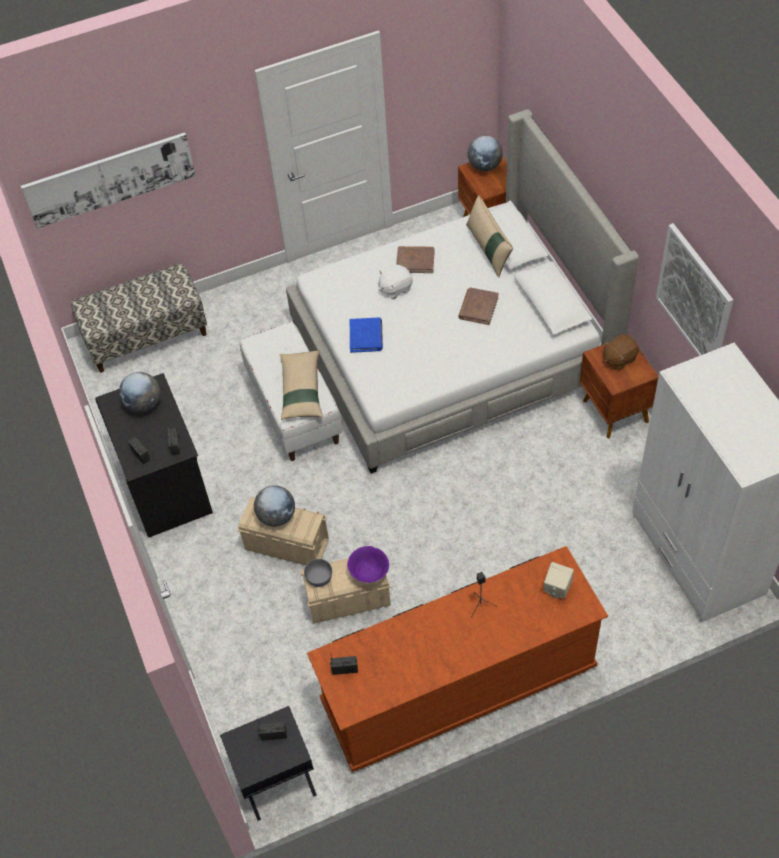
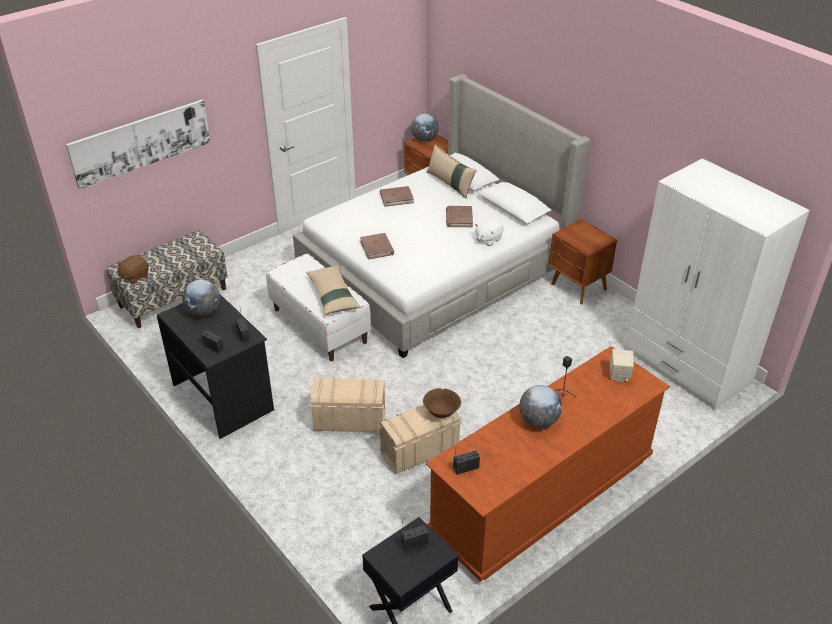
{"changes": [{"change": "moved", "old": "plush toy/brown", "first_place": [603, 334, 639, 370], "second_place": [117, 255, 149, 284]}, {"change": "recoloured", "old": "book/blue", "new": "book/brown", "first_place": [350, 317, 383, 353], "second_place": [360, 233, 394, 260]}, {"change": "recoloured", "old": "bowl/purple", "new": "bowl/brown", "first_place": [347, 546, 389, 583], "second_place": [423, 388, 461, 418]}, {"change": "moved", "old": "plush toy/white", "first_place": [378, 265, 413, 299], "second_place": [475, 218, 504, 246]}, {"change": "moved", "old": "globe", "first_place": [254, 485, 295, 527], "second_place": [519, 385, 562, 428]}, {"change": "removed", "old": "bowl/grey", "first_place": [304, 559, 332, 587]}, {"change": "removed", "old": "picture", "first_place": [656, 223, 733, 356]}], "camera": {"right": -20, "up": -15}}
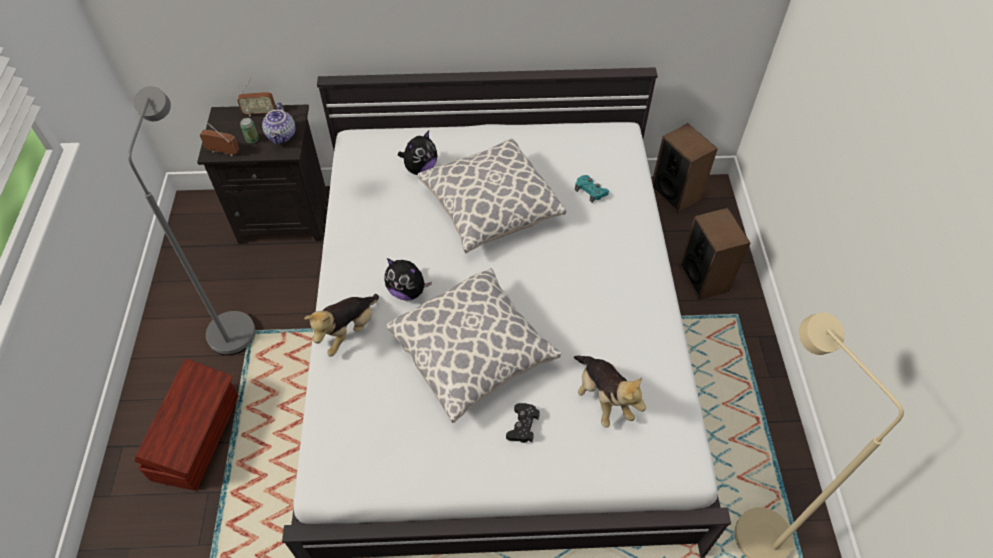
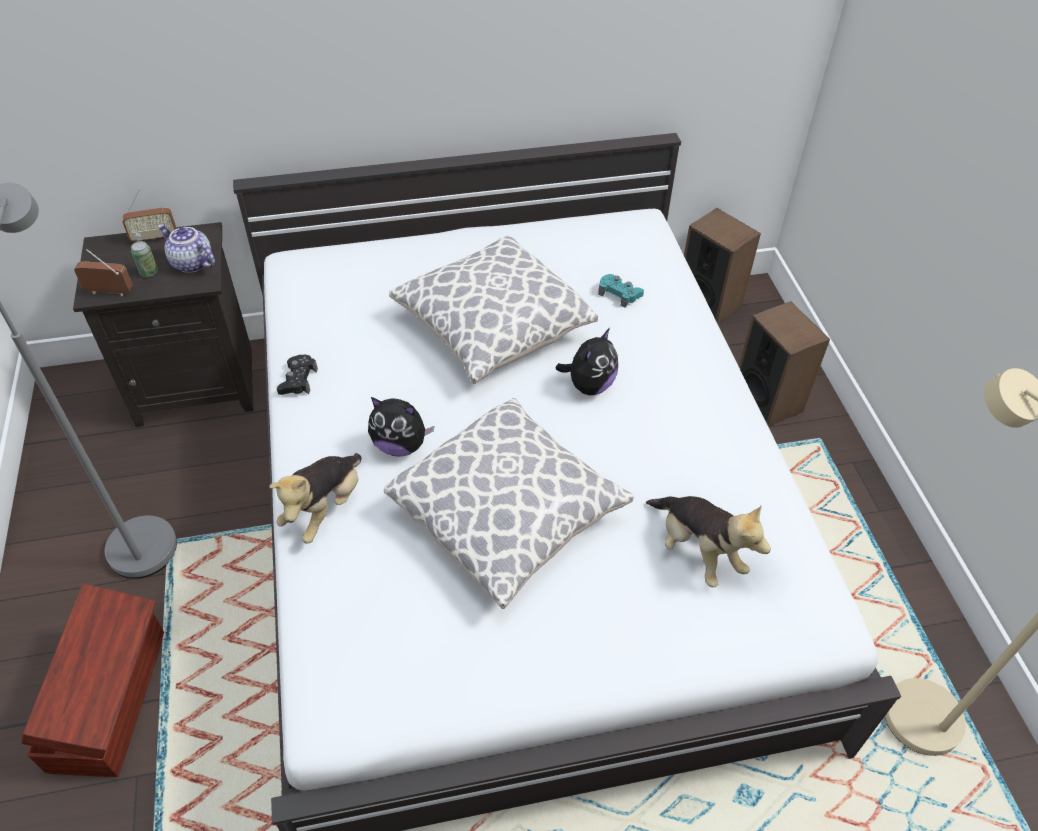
{"changes": [{"change": "turned", "old": "teapot", "first_place": [262, 102, 296, 144], "second_place": [158, 224, 215, 273], "degrees": 135}, {"change": "moved", "old": "game controller/black", "first_place": [506, 403, 540, 443], "second_place": [277, 355, 318, 395]}, {"change": "moved", "old": "plush toy", "first_place": [398, 131, 437, 175], "second_place": [556, 328, 618, 395]}], "camera": {"right": -10, "up": -5}}
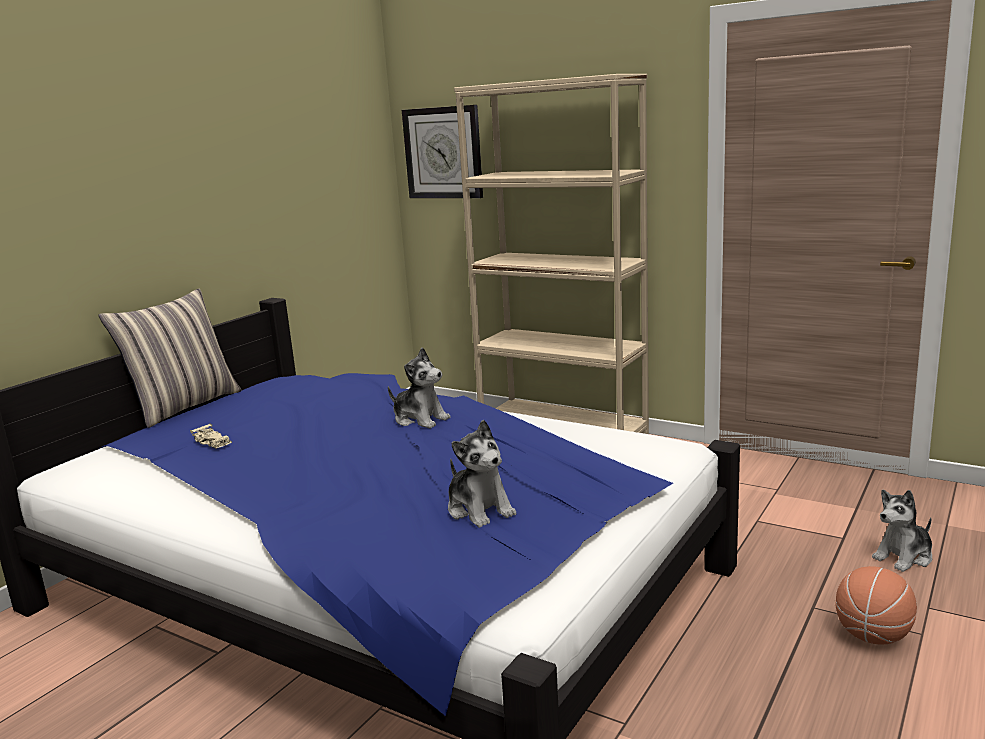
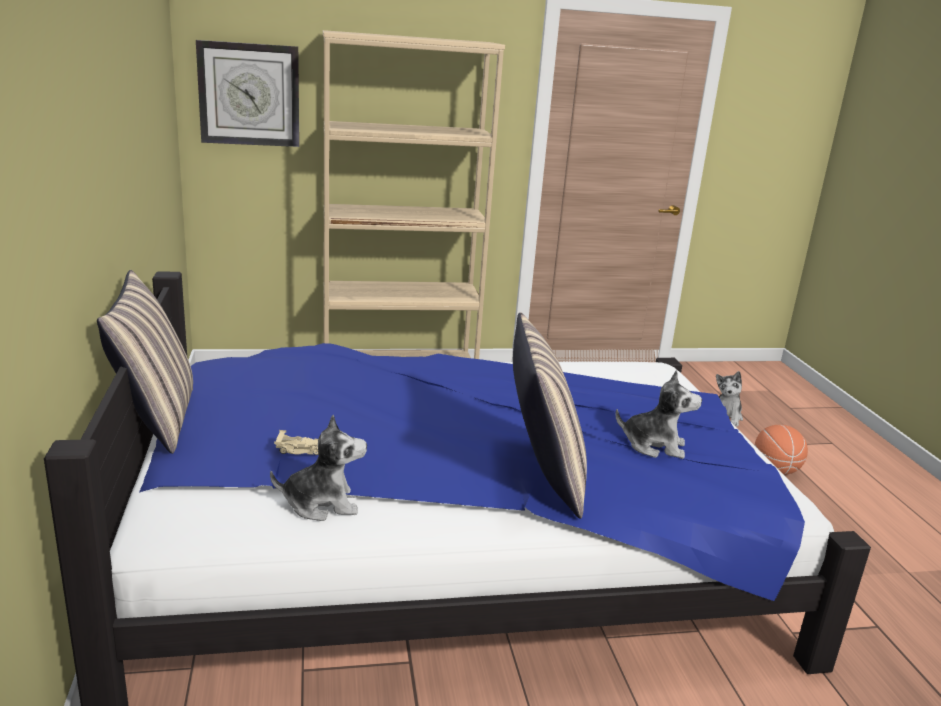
{"changes": [{"change": "moved", "old": "plush toy", "first_place": [388, 347, 450, 429], "second_place": [270, 415, 367, 521]}, {"change": "added", "new": "pillow", "second_place": [513, 312, 587, 519]}], "camera": {"right": -45, "up": 5}}
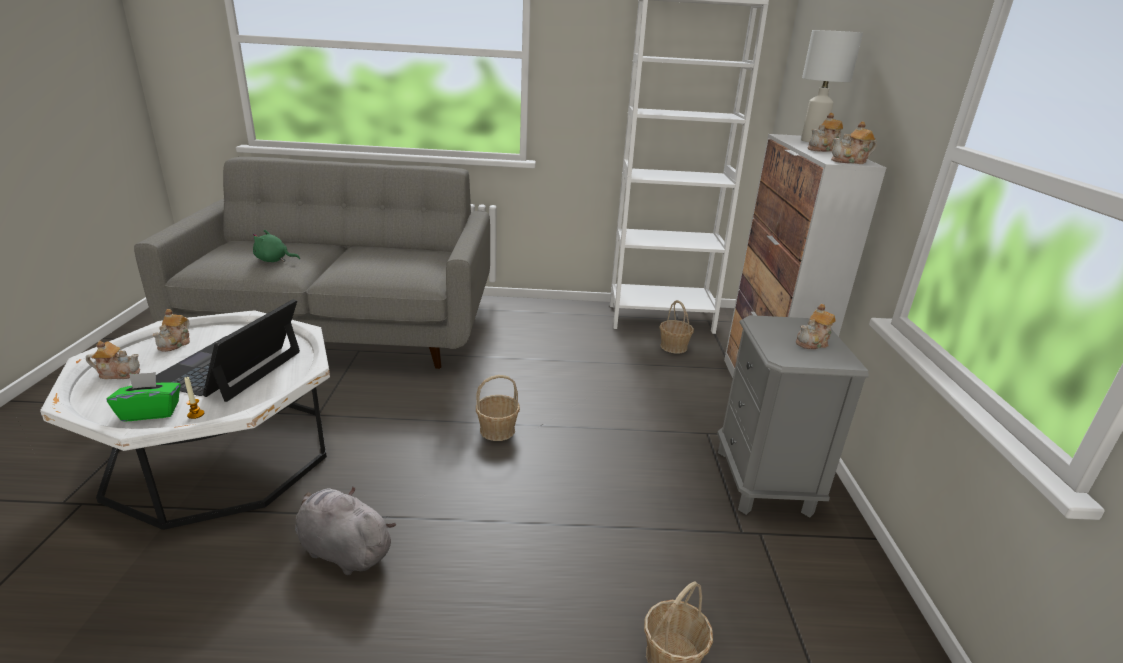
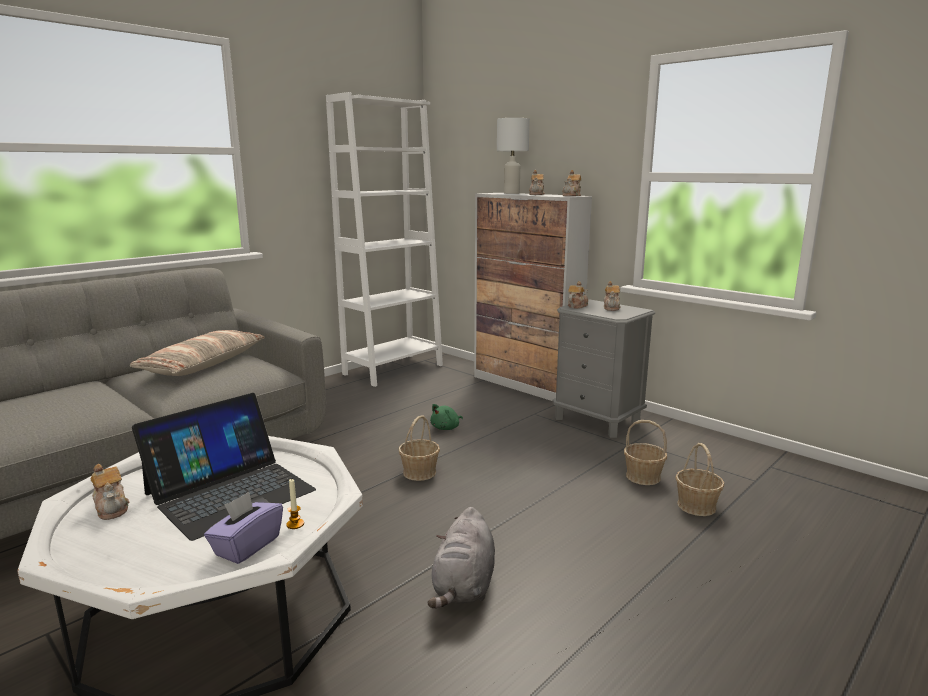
{"changes": [{"change": "added", "new": "pillow", "second_place": [130, 330, 265, 376]}, {"change": "turned", "old": "laptop", "first_place": [156, 299, 300, 402], "second_place": [132, 393, 316, 541], "degrees": -105}, {"change": "recoloured", "old": "tissue box/green", "new": "tissue box/purple", "first_place": [106, 372, 181, 421], "second_place": [204, 492, 283, 564]}, {"change": "turned", "old": "plush toy/grey", "first_place": [295, 486, 396, 575], "second_place": [427, 507, 495, 609], "degrees": -60}, {"change": "moved", "old": "plush toy/green", "first_place": [253, 230, 300, 262], "second_place": [430, 404, 463, 430]}, {"change": "moved", "old": "teapot", "first_place": [86, 341, 140, 379], "second_place": [568, 281, 588, 309]}, {"change": "moved", "old": "basket", "first_place": [660, 300, 694, 353], "second_place": [624, 420, 667, 485]}], "camera": {"right": -45, "up": -10}}
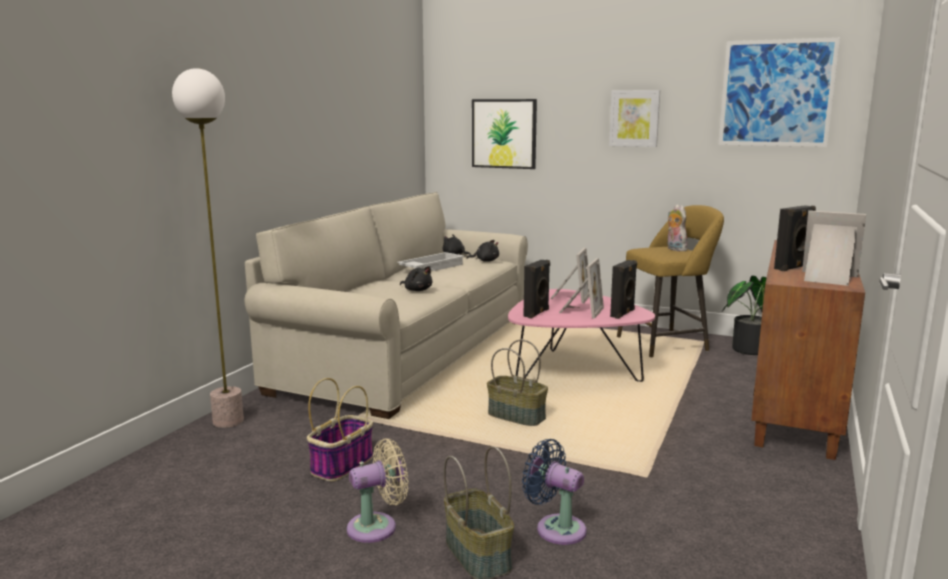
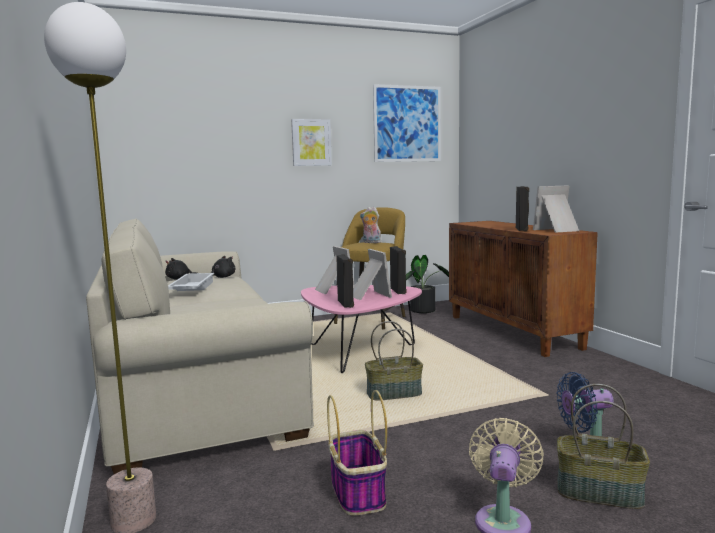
{"changes": [{"change": "removed", "old": "plush toy/black", "first_place": [400, 266, 433, 291]}, {"change": "removed", "old": "picture", "first_place": [472, 99, 537, 169]}], "camera": {"right": -45, "up": -5}}
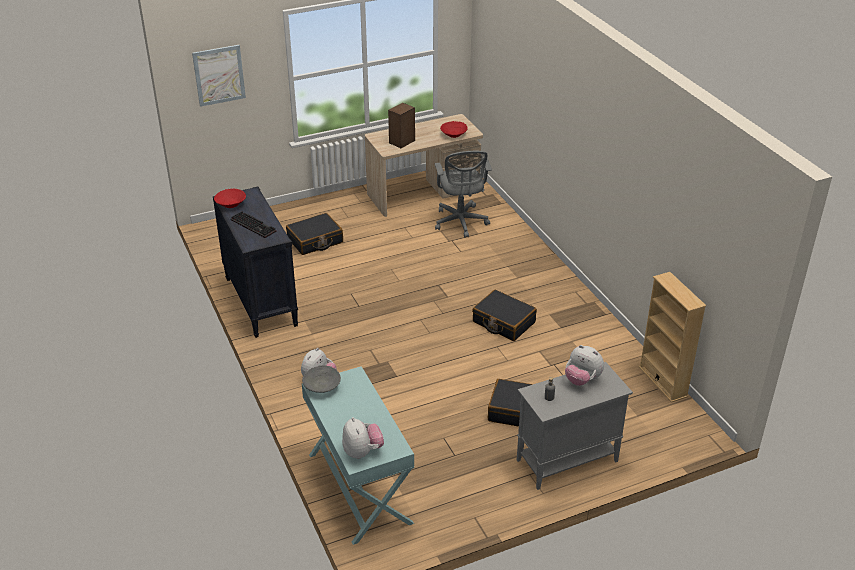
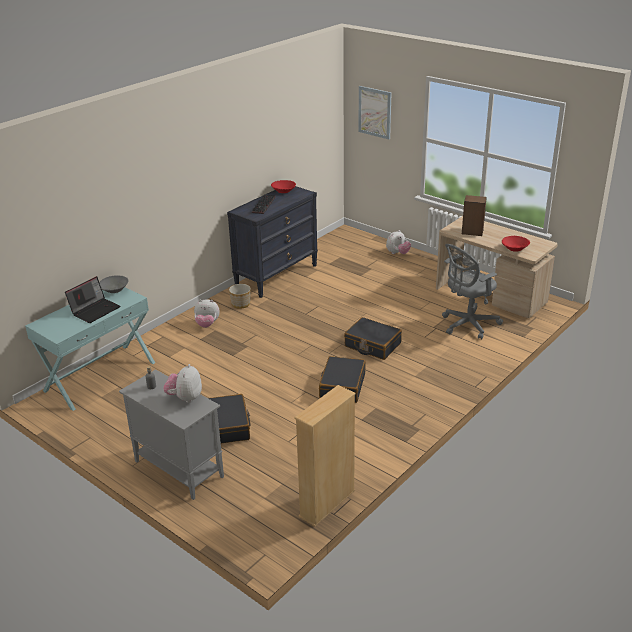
{"changes": [{"change": "added", "new": "laptop", "second_place": [65, 276, 120, 323]}, {"change": "added", "new": "planter", "second_place": [229, 284, 251, 309]}, {"change": "moved", "old": "suitcase/black", "first_place": [286, 213, 343, 255], "second_place": [344, 317, 402, 360]}, {"change": "moved", "old": "plush toy", "first_place": [342, 417, 384, 459], "second_place": [386, 230, 411, 254]}], "camera": {"right": 65, "up": -5}}
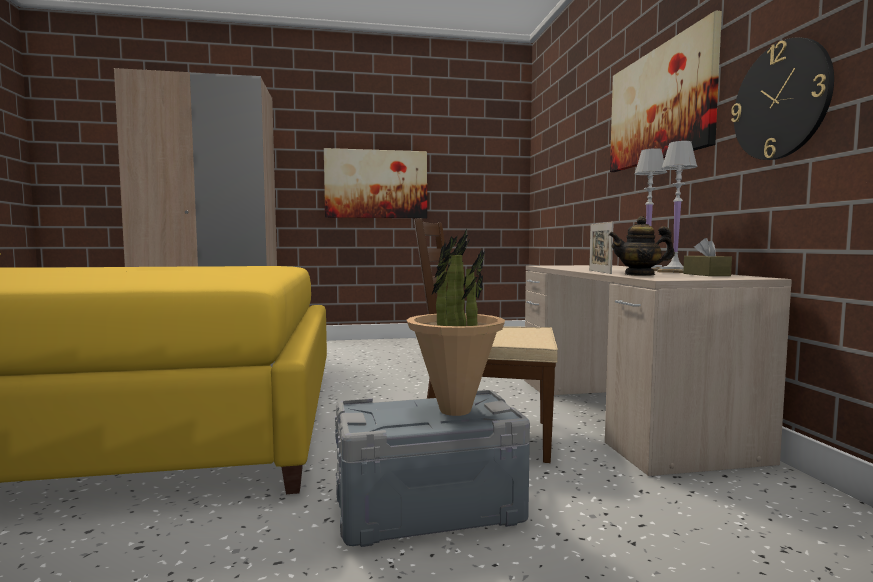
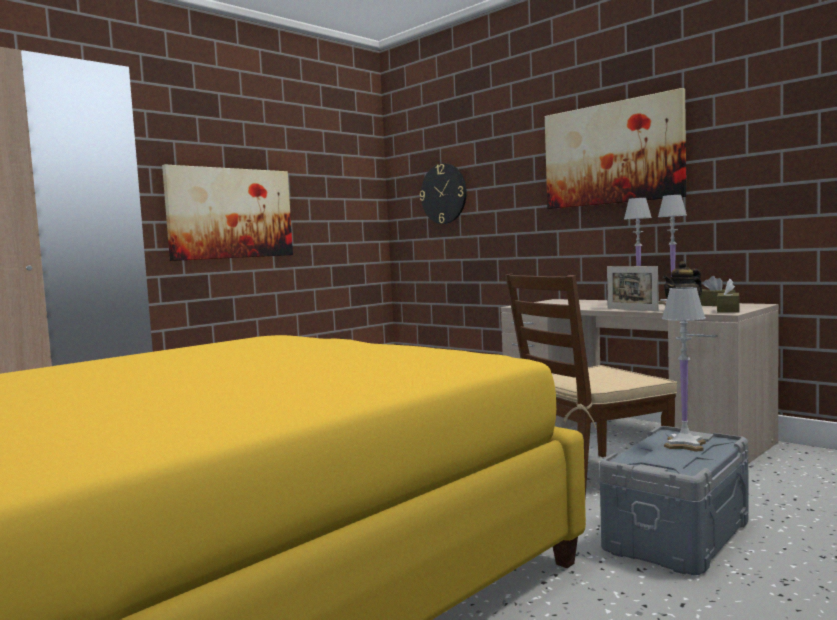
{"changes": [{"change": "moved", "old": "wall clock", "first_place": [731, 37, 834, 160], "second_place": [420, 163, 467, 224]}, {"change": "replaced", "old": "potted plant", "new": "table lamp/white", "first_place": [407, 229, 505, 416], "second_place": [662, 287, 706, 452]}, {"change": "added", "new": "tissue box/brown", "second_place": [717, 279, 740, 313]}], "camera": {"right": -35, "up": 0}}
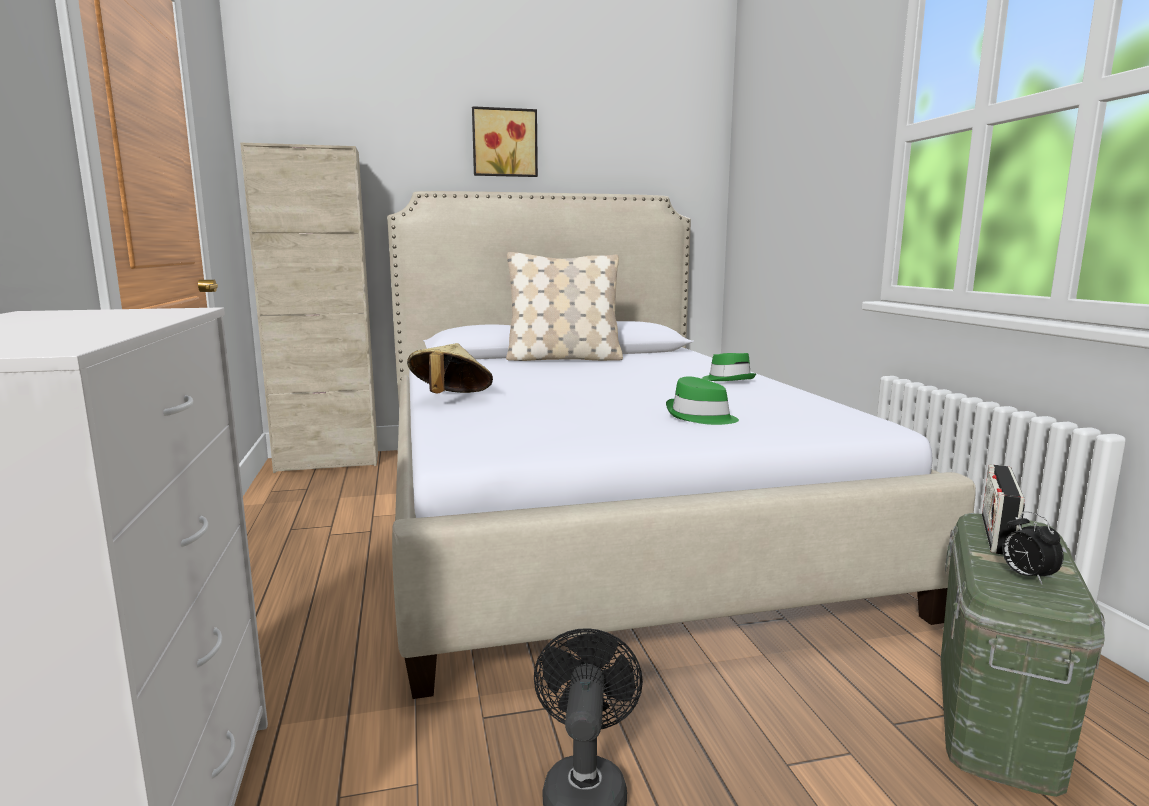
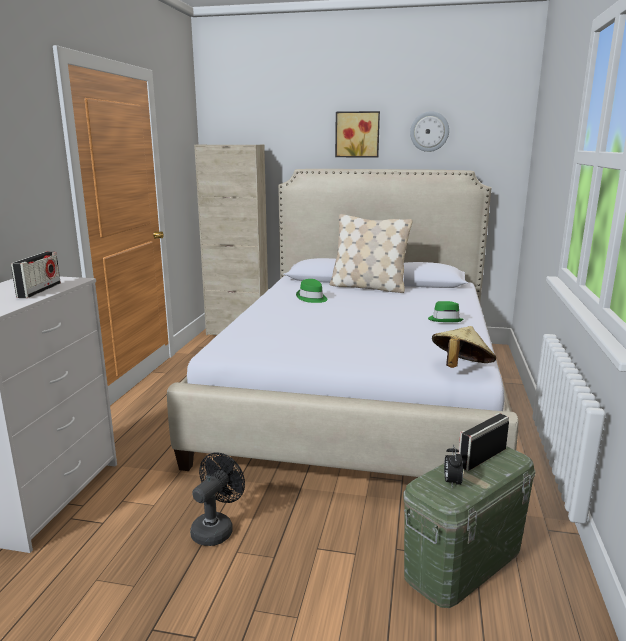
{"changes": [{"change": "added", "new": "radio", "second_place": [11, 251, 61, 298]}, {"change": "moved", "old": "hat/green", "first_place": [666, 377, 739, 425], "second_place": [296, 279, 328, 303]}, {"change": "added", "new": "wall clock", "second_place": [410, 111, 449, 152]}, {"change": "moved", "old": "hat/beige", "first_place": [407, 343, 493, 393], "second_place": [432, 326, 496, 368]}], "camera": {"right": 25, "up": 5}}
